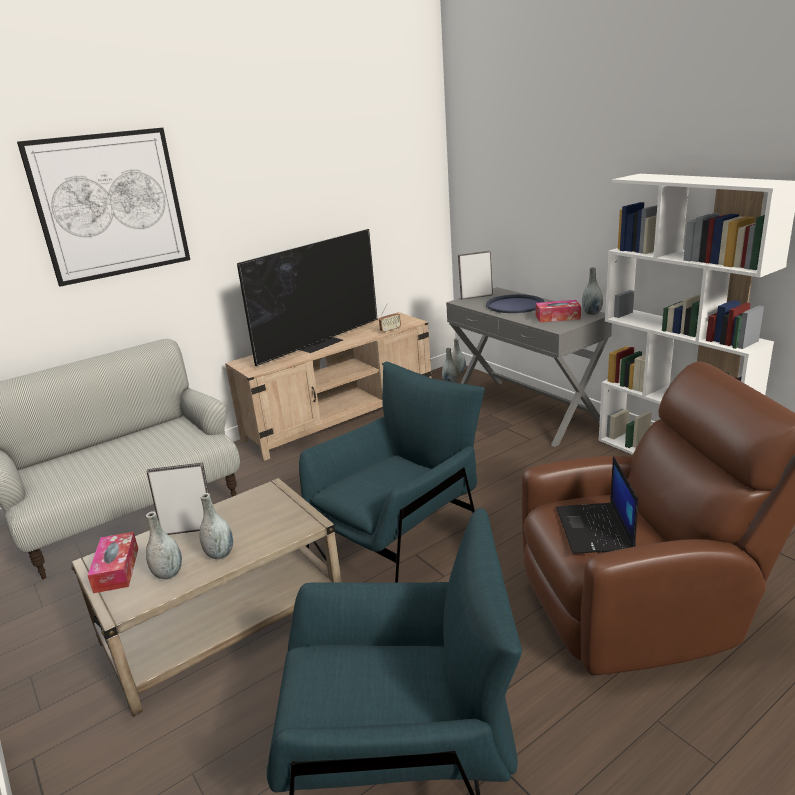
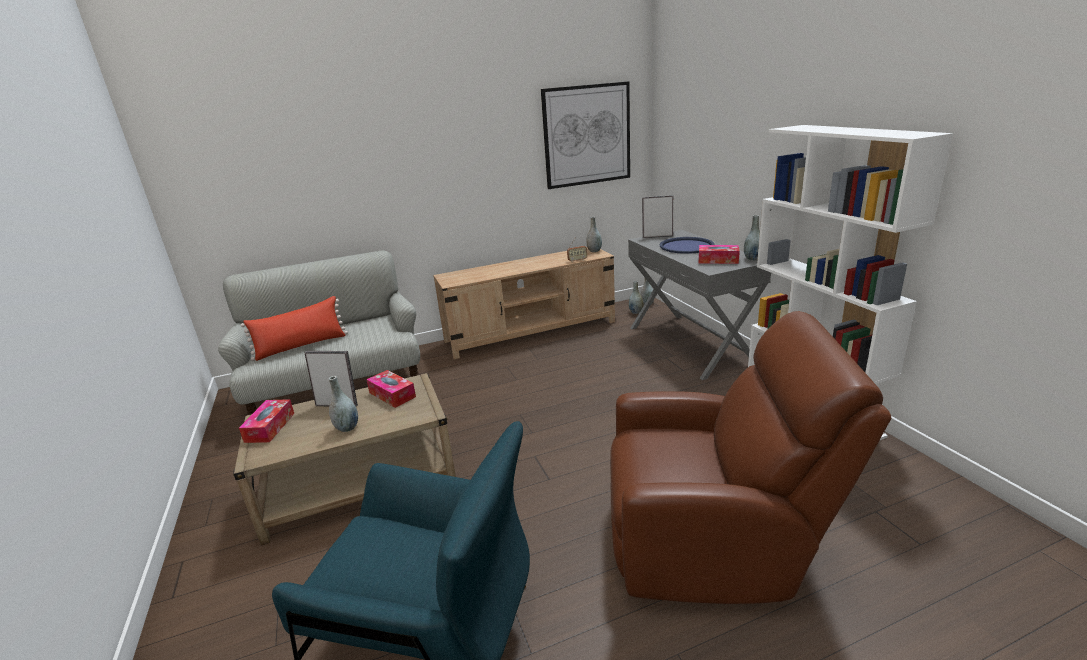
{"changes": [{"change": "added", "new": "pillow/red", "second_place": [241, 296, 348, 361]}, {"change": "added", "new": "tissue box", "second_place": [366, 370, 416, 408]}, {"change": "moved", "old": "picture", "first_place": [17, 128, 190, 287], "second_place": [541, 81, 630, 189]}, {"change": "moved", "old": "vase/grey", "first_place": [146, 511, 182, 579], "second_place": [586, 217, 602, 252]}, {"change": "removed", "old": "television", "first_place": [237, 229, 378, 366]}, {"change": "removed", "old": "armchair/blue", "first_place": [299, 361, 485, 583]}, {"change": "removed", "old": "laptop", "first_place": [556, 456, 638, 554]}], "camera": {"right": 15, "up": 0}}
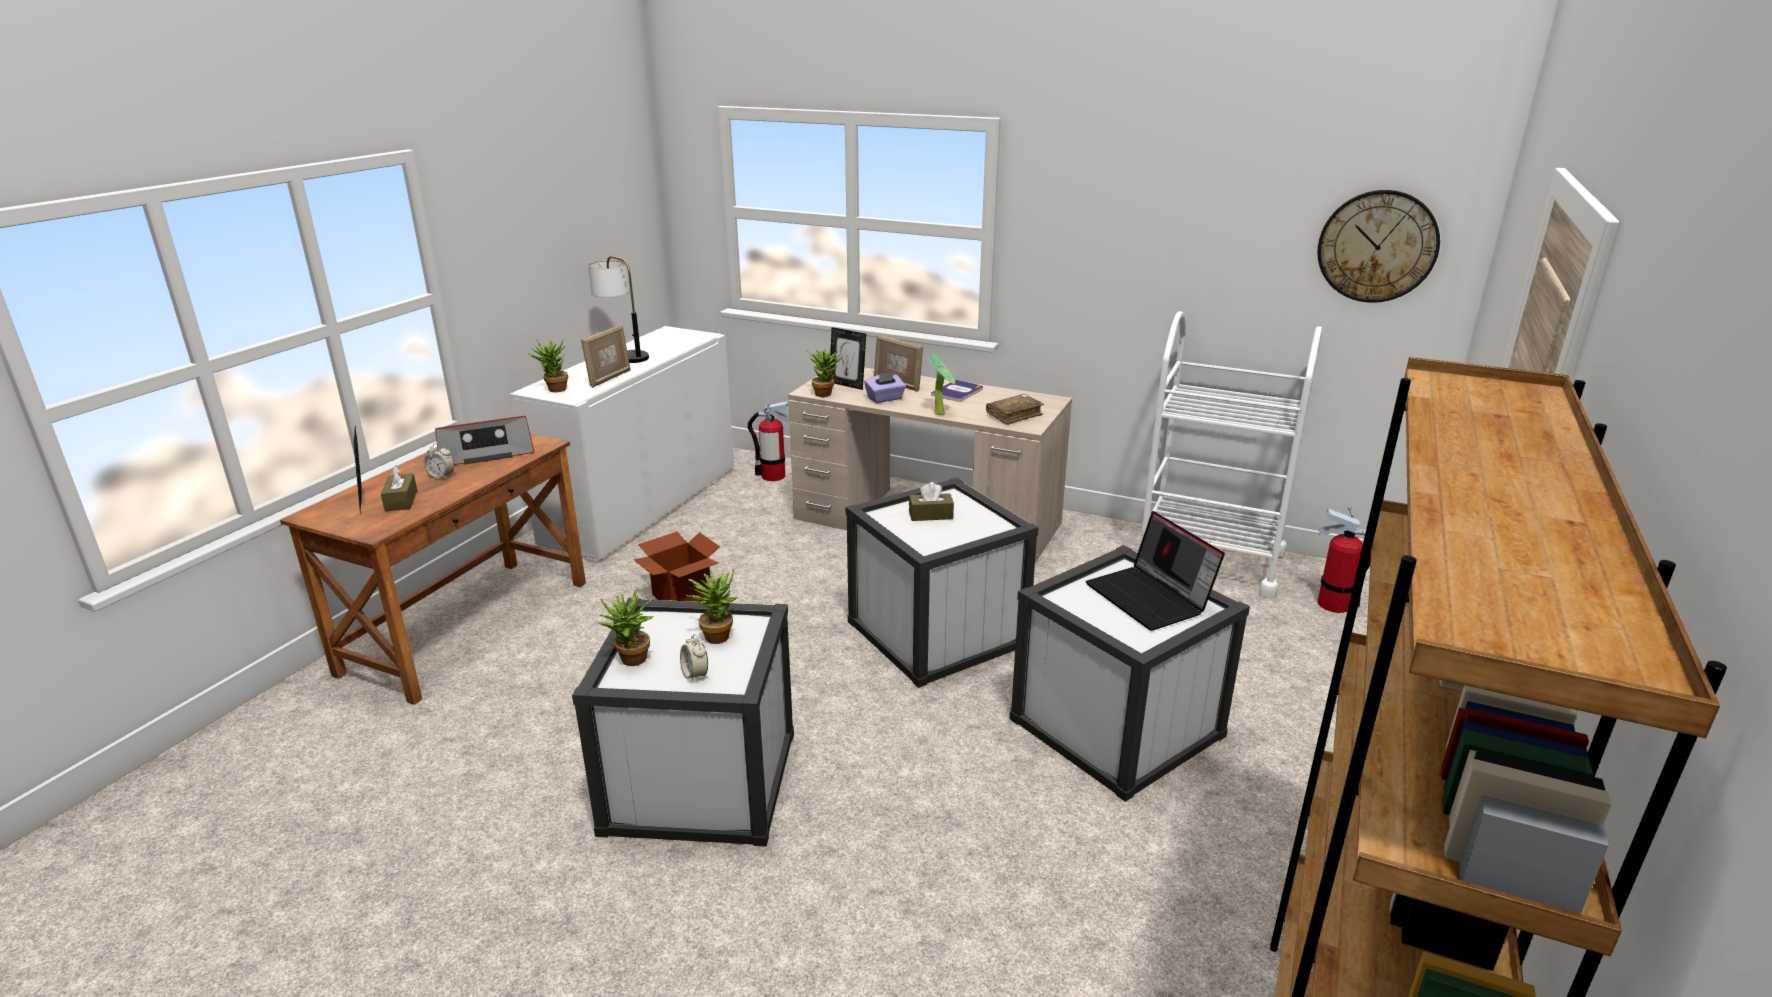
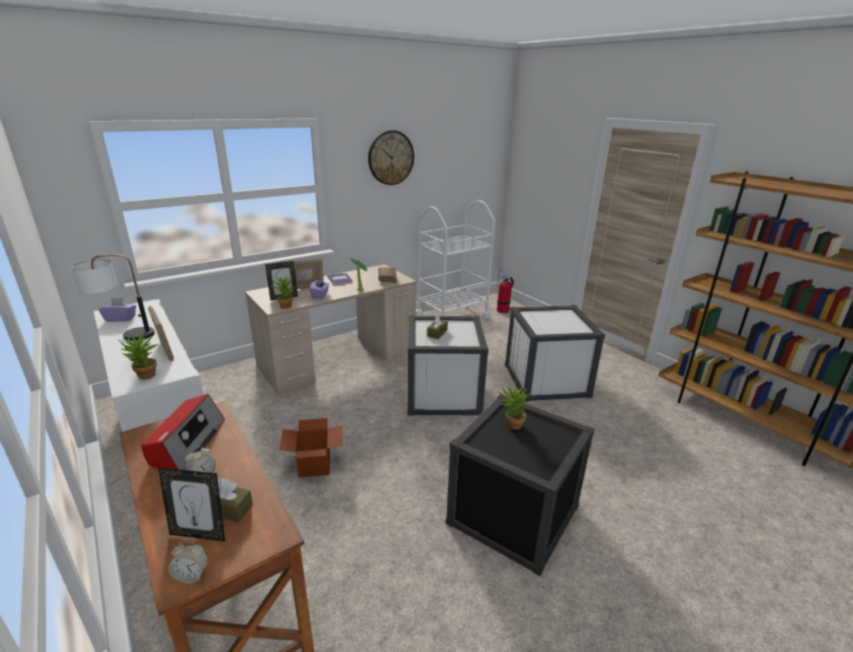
{"changes": [{"change": "added", "new": "tissue box/purple", "second_place": [99, 298, 136, 322]}, {"change": "moved", "old": "alarm clock", "first_place": [680, 634, 708, 683], "second_place": [168, 541, 208, 584]}, {"change": "moved", "old": "wall clock", "first_place": [1318, 190, 1440, 303], "second_place": [368, 130, 414, 185]}, {"change": "recoloured", "old": "storage box/white", "new": "storage box/black", "first_place": [572, 598, 794, 847], "second_place": [446, 393, 595, 576]}, {"change": "removed", "old": "potted plant", "first_place": [598, 588, 655, 666]}, {"change": "removed", "old": "fire extinguisher", "first_place": [748, 401, 790, 481]}, {"change": "removed", "old": "laptop", "first_place": [1086, 511, 1225, 631]}], "camera": {"right": -60, "up": 0}}
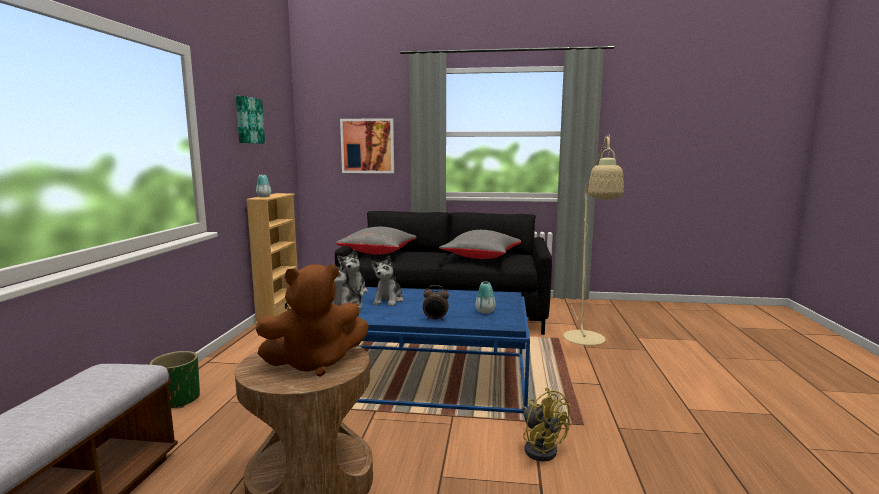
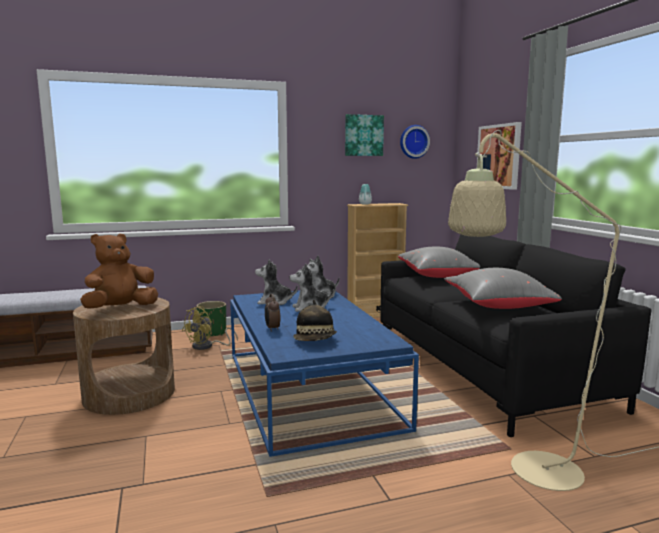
{"changes": [{"change": "turned", "old": "plush toy/brown", "first_place": [256, 264, 369, 377], "second_place": [80, 234, 158, 309], "degrees": 90}, {"change": "moved", "old": "fan/yellow", "first_place": [522, 388, 571, 462], "second_place": [182, 306, 238, 350]}, {"change": "replaced", "old": "vase", "new": "hat", "first_place": [476, 282, 495, 314], "second_place": [293, 300, 337, 341]}, {"change": "added", "new": "wall clock", "second_place": [400, 125, 430, 159]}], "camera": {"right": 65, "up": 0}}
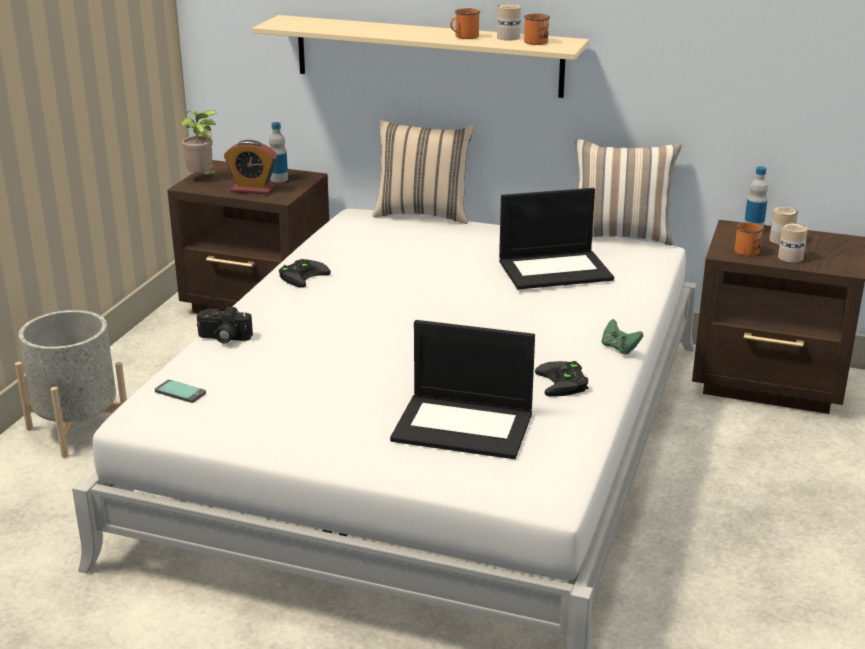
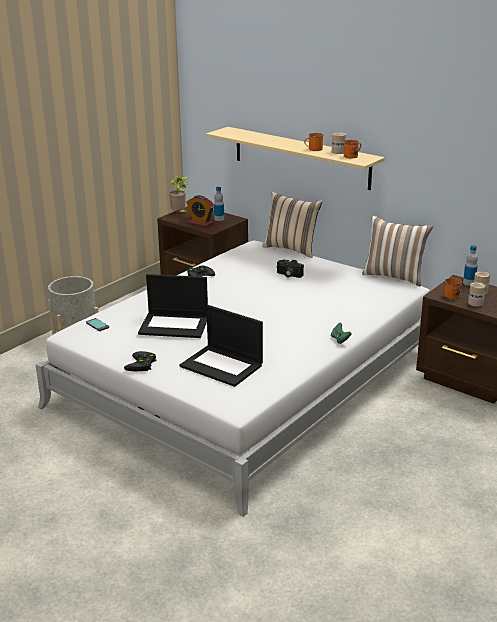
{"changes": [{"change": "moved", "old": "game controller/black", "first_place": [535, 361, 589, 397], "second_place": [124, 351, 157, 371]}, {"change": "moved", "old": "laptop", "first_place": [499, 188, 614, 290], "second_place": [138, 274, 208, 338]}, {"change": "moved", "old": "photo camera", "first_place": [197, 307, 253, 344], "second_place": [277, 259, 304, 278]}], "camera": {"right": 20, "up": 0}}
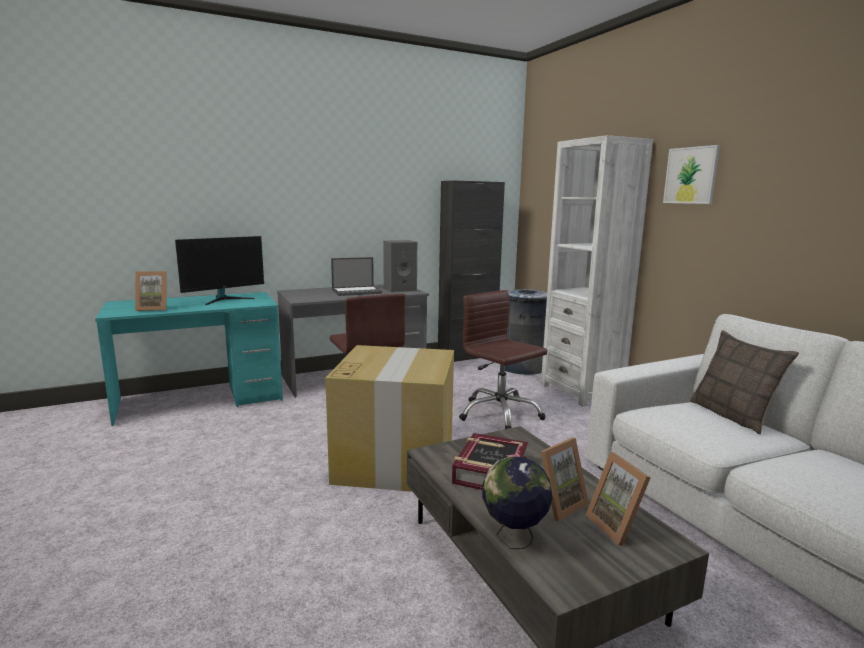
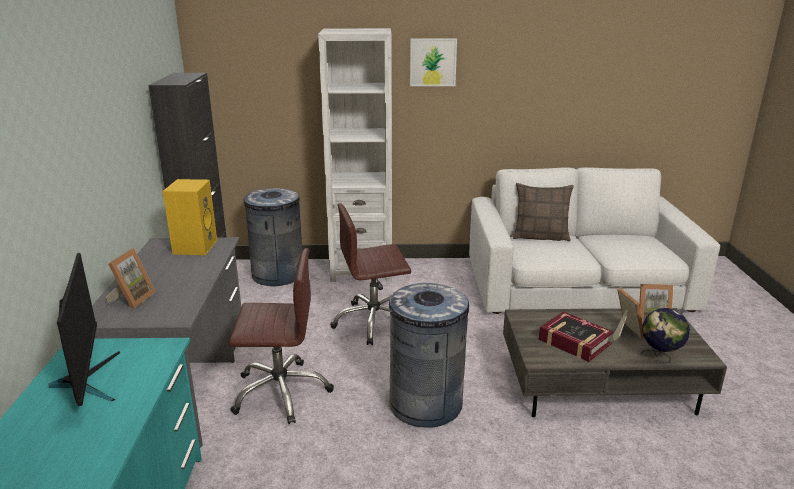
{"changes": [{"change": "moved", "old": "picture frame", "first_place": [135, 271, 167, 311], "second_place": [105, 248, 156, 309]}, {"change": "recoloured", "old": "speaker/grey", "new": "speaker/yellow", "first_place": [383, 240, 417, 293], "second_place": [163, 179, 217, 255]}, {"change": "replaced", "old": "cardboard box", "new": "trash can/grey", "first_place": [325, 345, 454, 492], "second_place": [389, 283, 469, 428]}, {"change": "removed", "old": "laptop", "first_place": [331, 257, 382, 296]}], "camera": {"right": -65, "up": 10}}
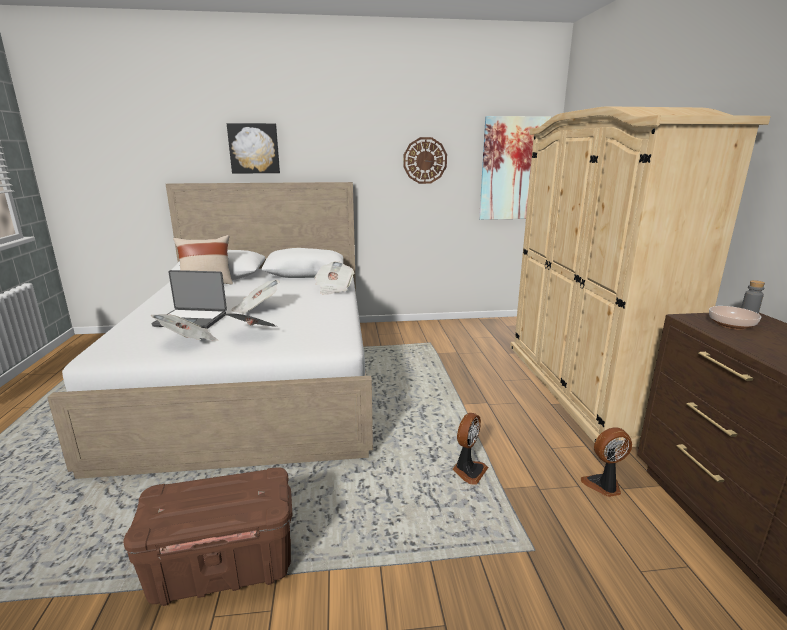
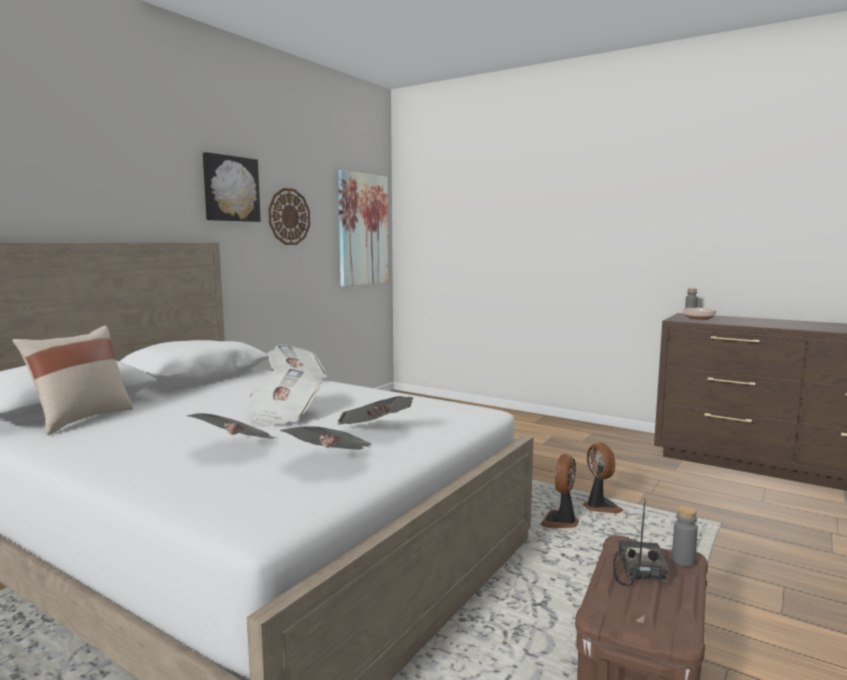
{"changes": [{"change": "replaced", "old": "laptop", "new": "newspaper", "first_place": [152, 270, 227, 329], "second_place": [187, 413, 275, 439]}, {"change": "moved", "old": "picture", "first_place": [227, 123, 280, 173], "second_place": [203, 152, 261, 222]}, {"change": "moved", "old": "fan", "first_place": [581, 427, 632, 497], "second_place": [540, 454, 579, 528]}, {"change": "added", "new": "radio", "second_place": [613, 501, 670, 586]}, {"change": "added", "new": "bottle/grey", "second_place": [672, 506, 698, 567]}, {"change": "removed", "old": "wardrobe/beige", "first_place": [510, 106, 771, 448]}], "camera": {"right": -50, "up": -10}}
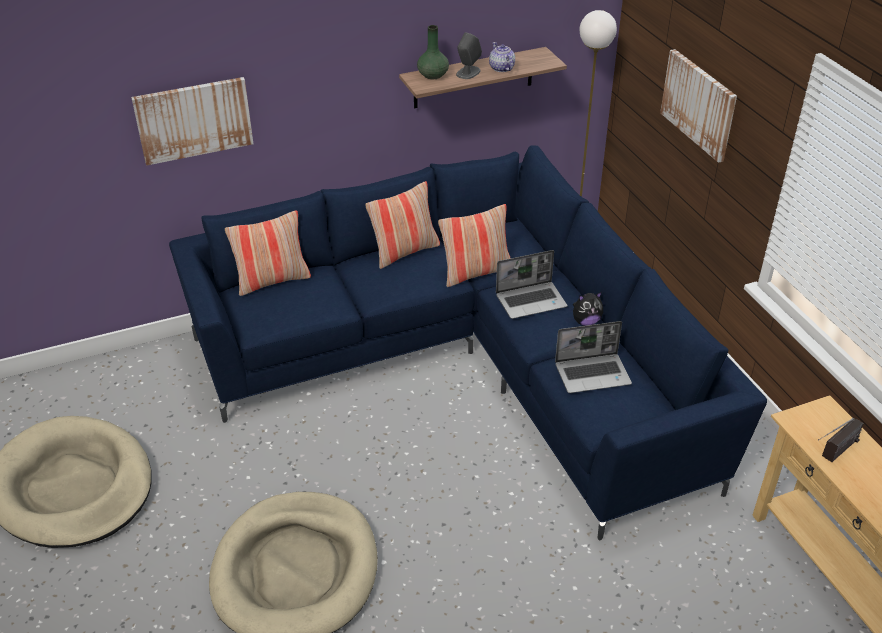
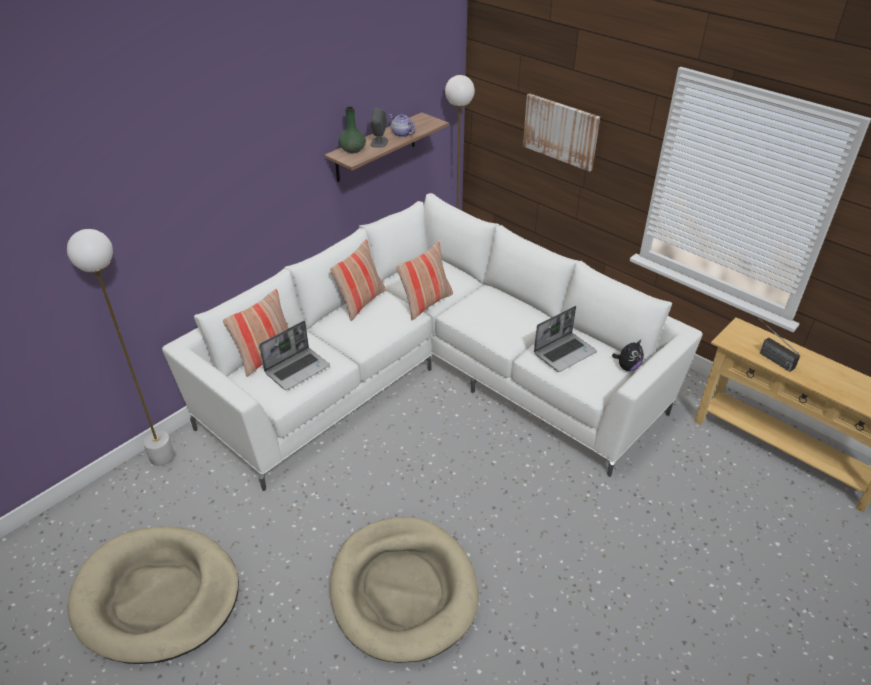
{"changes": [{"change": "added", "new": "floor lamp/white", "second_place": [67, 229, 175, 466]}, {"change": "recoloured", "old": "sofa/blue", "new": "sofa/white", "first_place": [169, 145, 767, 540], "second_place": [162, 193, 703, 491]}, {"change": "moved", "old": "laptop", "first_place": [496, 250, 568, 319], "second_place": [259, 321, 330, 390]}, {"change": "moved", "old": "plush toy", "first_place": [573, 292, 603, 326], "second_place": [612, 339, 644, 371]}, {"change": "turned", "old": "radio", "first_place": [818, 418, 864, 462], "second_place": [757, 317, 800, 372], "degrees": 120}, {"change": "removed", "old": "picture", "first_place": [131, 77, 253, 166]}], "camera": {"right": -25, "up": 0}}
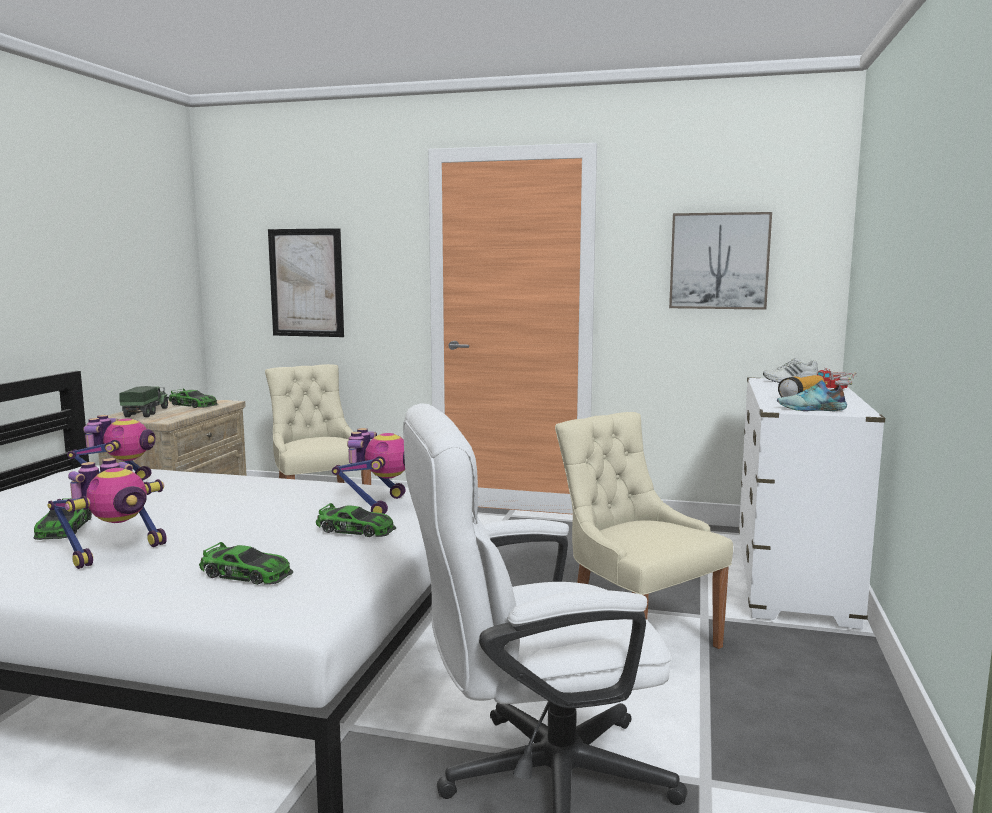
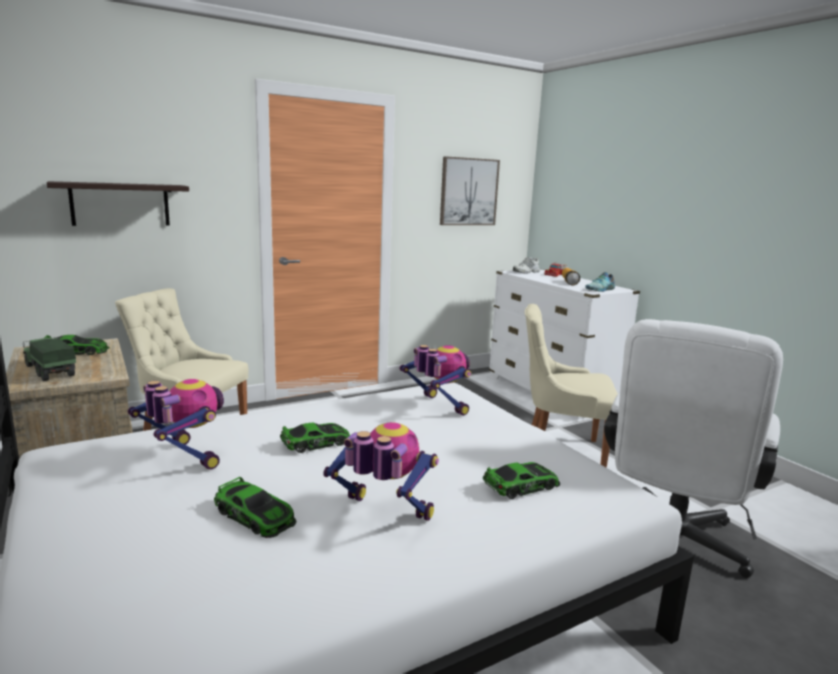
{"changes": [{"change": "replaced", "old": "picture", "new": "shelf", "first_place": [268, 228, 344, 337], "second_place": [47, 181, 189, 226]}, {"change": "moved", "old": "toy car", "first_place": [316, 503, 396, 537], "second_place": [280, 423, 350, 453]}, {"change": "turned", "old": "toy robot", "first_place": [48, 458, 167, 569], "second_place": [323, 422, 439, 521], "degrees": -60}], "camera": {"right": -45, "up": 5}}
